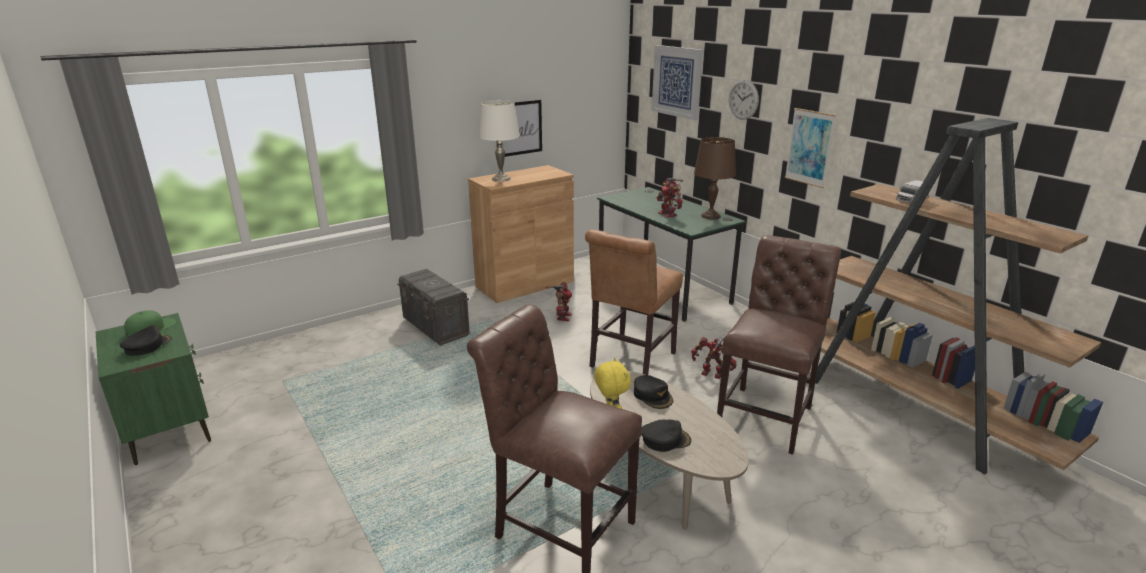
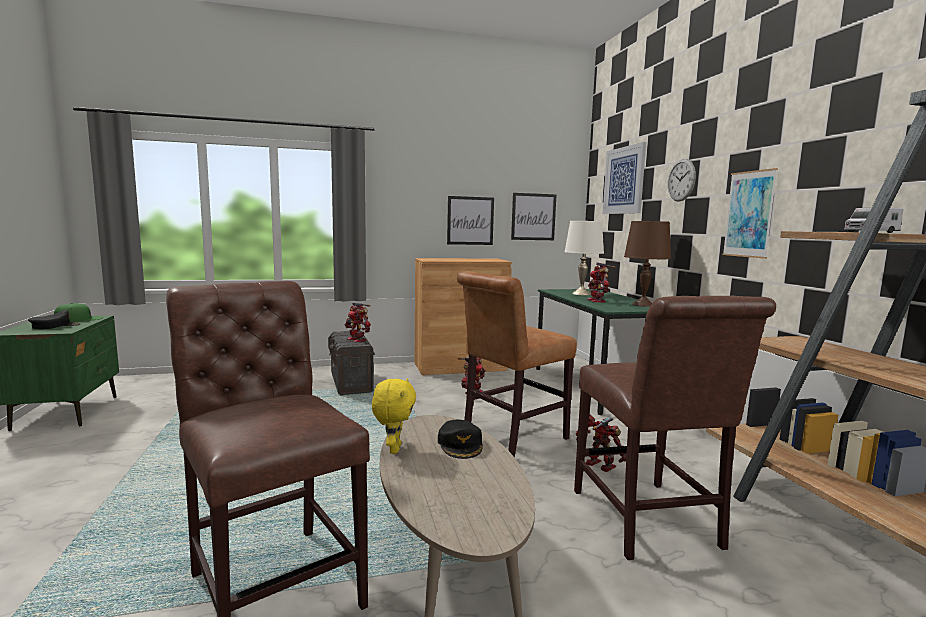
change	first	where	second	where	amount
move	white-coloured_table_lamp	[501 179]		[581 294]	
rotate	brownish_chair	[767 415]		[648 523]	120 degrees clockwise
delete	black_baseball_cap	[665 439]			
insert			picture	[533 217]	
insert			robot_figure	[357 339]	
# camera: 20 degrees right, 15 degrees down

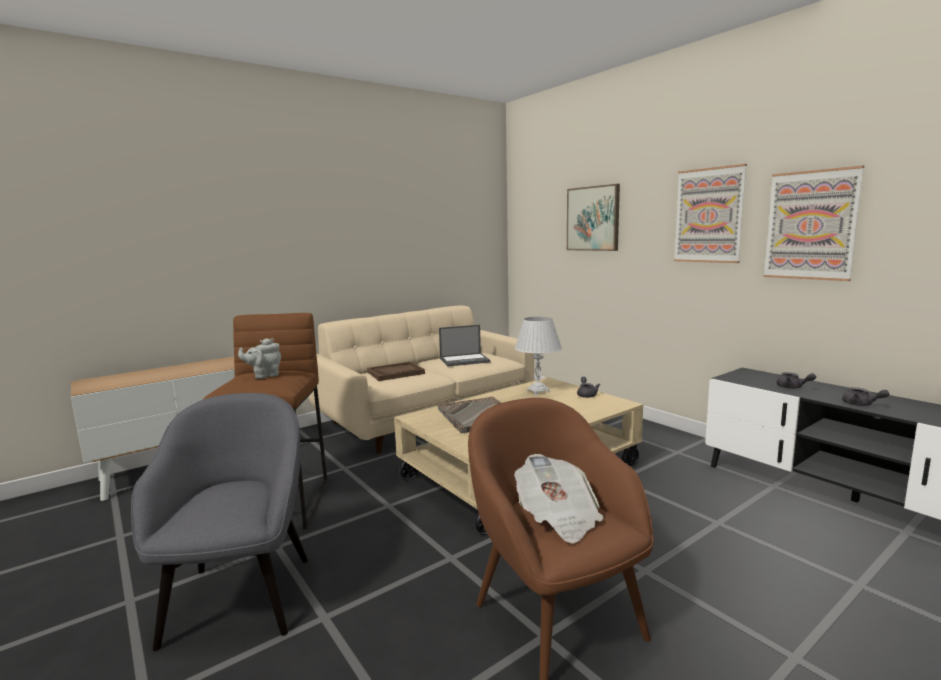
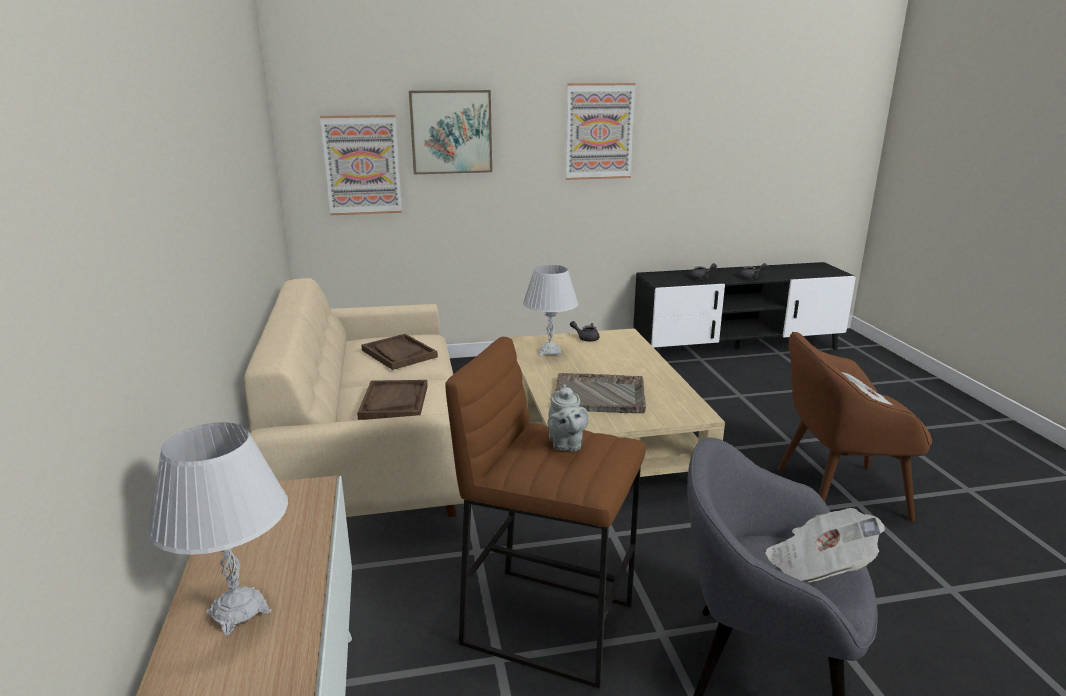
change	first	where	second	where	amount
move	picture	[811 225]		[362 165]	
replace	laptop	[465 360]	brownish_carrying_tray	[399 353]	
insert			white-coloured_table_lamp	[239 612]	
insert			daily_paper	[818 567]	
# camera: 65 degrees left, 10 degrees up

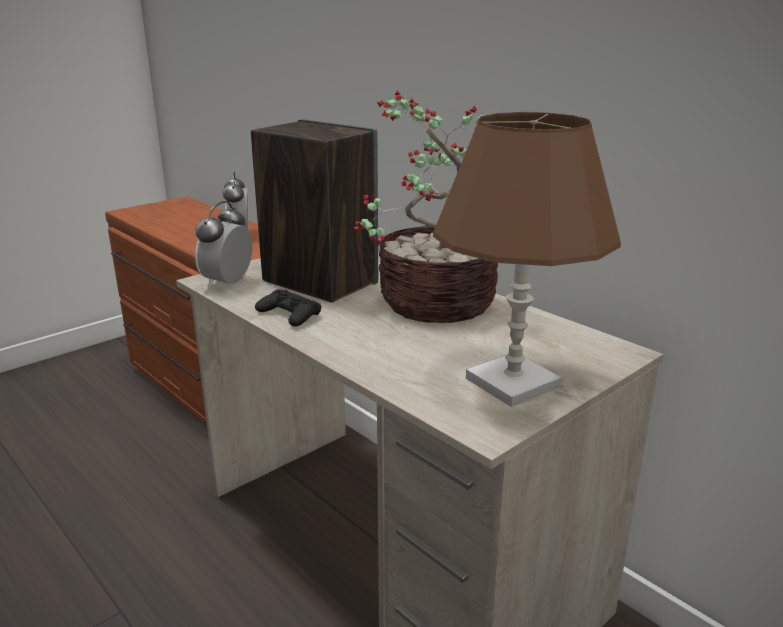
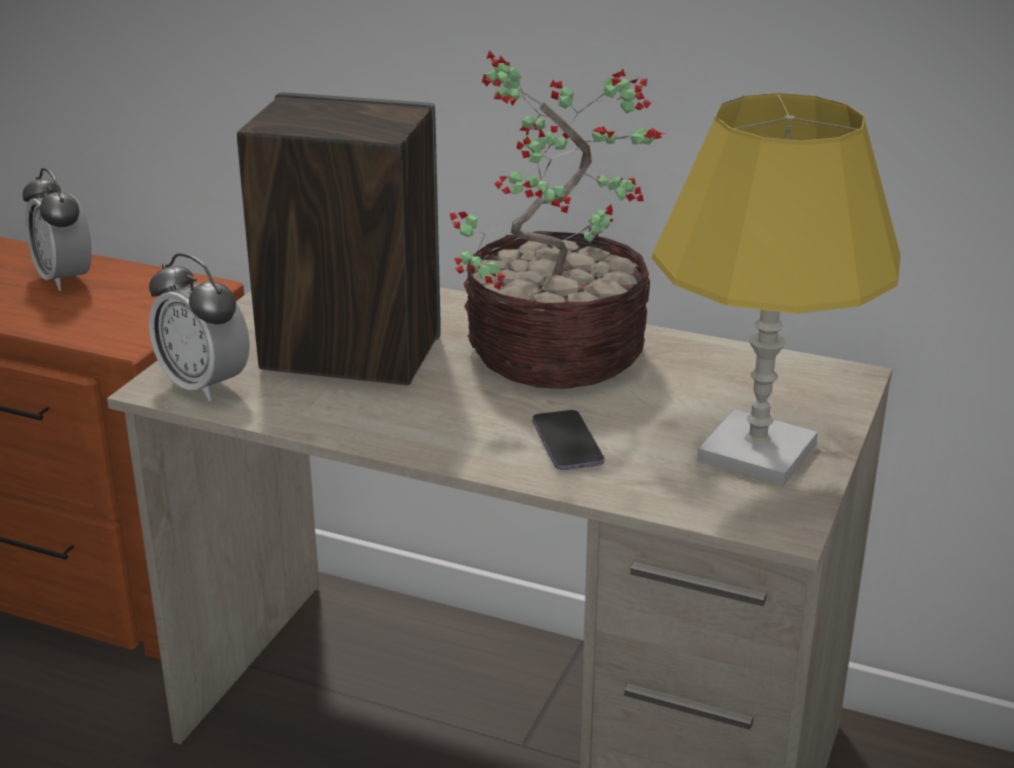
change	first	where	second	where	amount
recolor	brownish_table_lamp	[513 382]	yellowish_table_lamp	[757 451]	
rotate	table_clock	[227 283]		[204 385]	45 degrees counterclockwise
delete	black_joypad	[289 314]			
insert			handset	[567 443]	
# camera: 25 degrees left, 5 degrees up

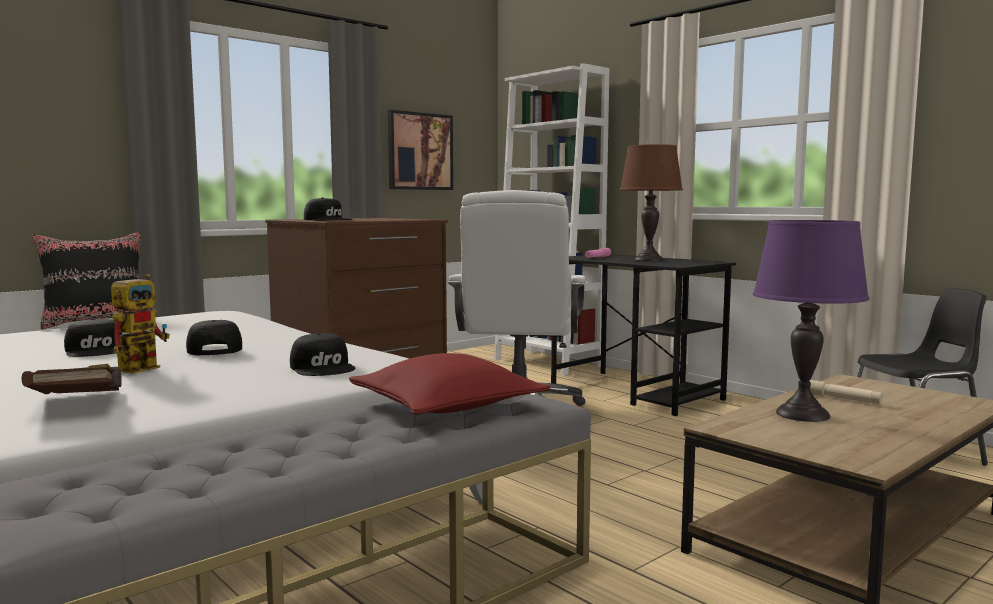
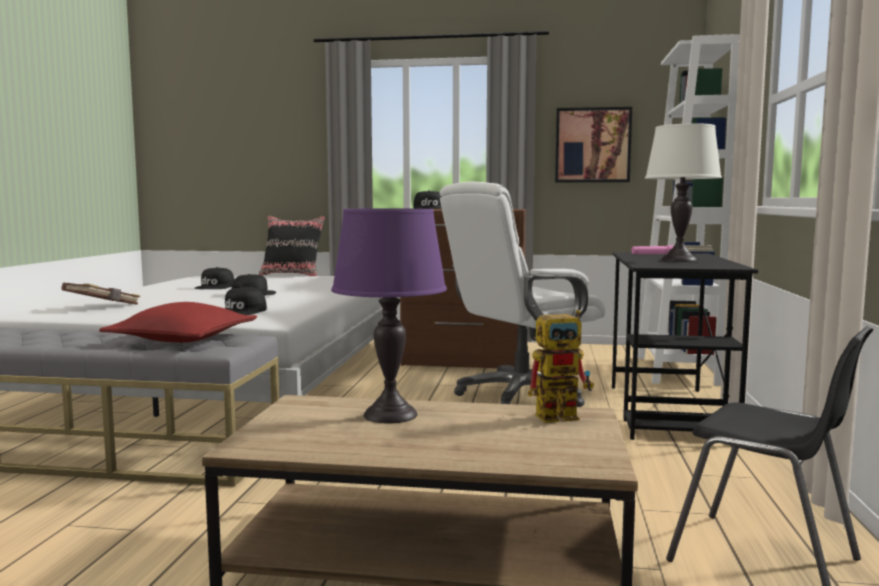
change	first	where	second	where	amount
recolor	brownish_table_lamp	[649 260]	white-coloured_table_lamp	[679 260]	
move	robot_figure	[143 367]		[564 415]	
delete	beige_torch	[841 399]			
# camera: 50 degrees right, 0 degrees up

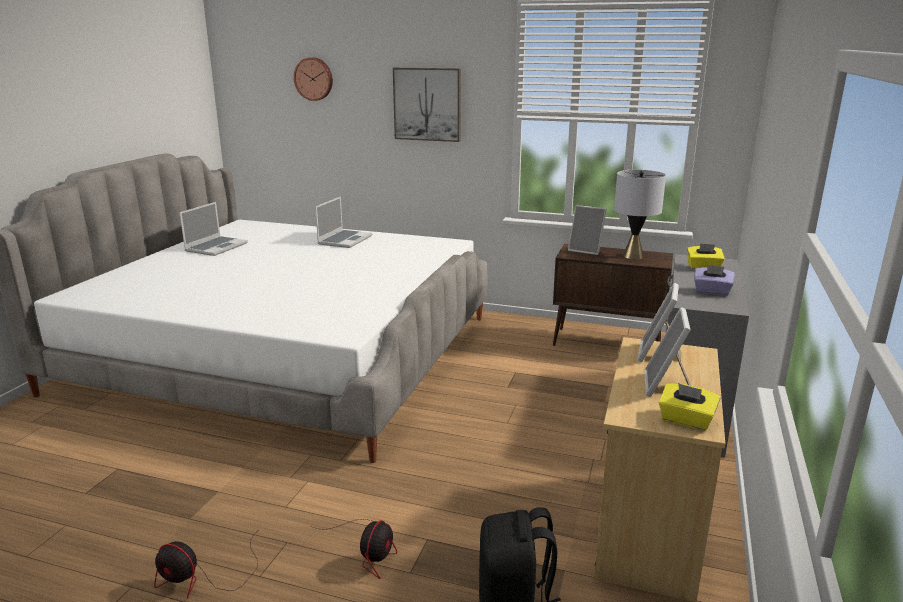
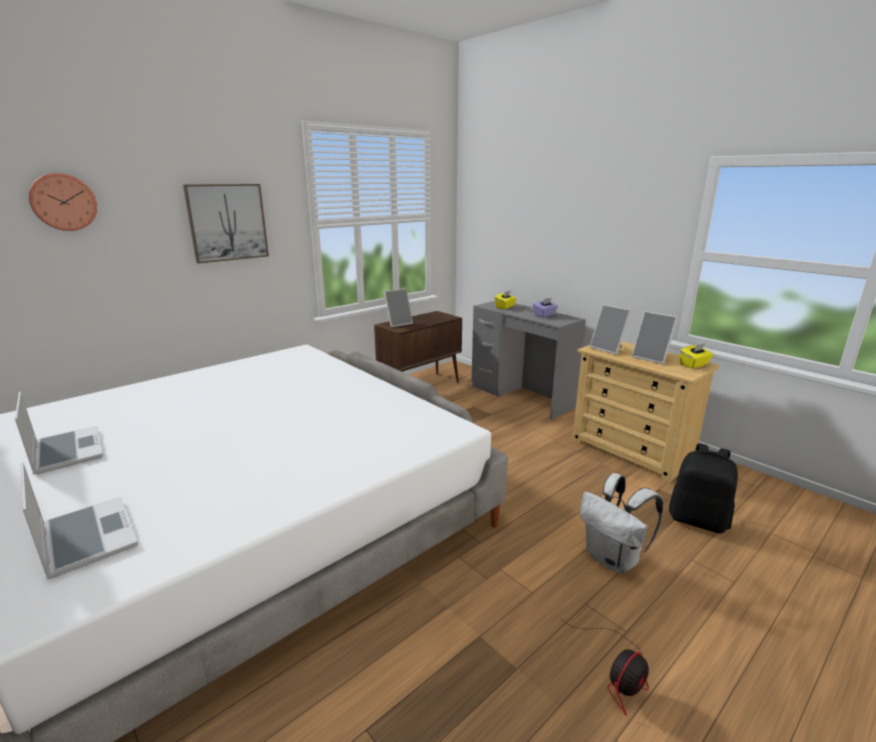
change	first	where	second	where	amount
delete	greyish_table_lamp	[633 256]			
move	laptop	[344 240]		[86 537]	
replace	electric_fan	[370 550]	white-coloured_rucksack	[613 559]	
# camera: 60 degrees left, 0 degrees up

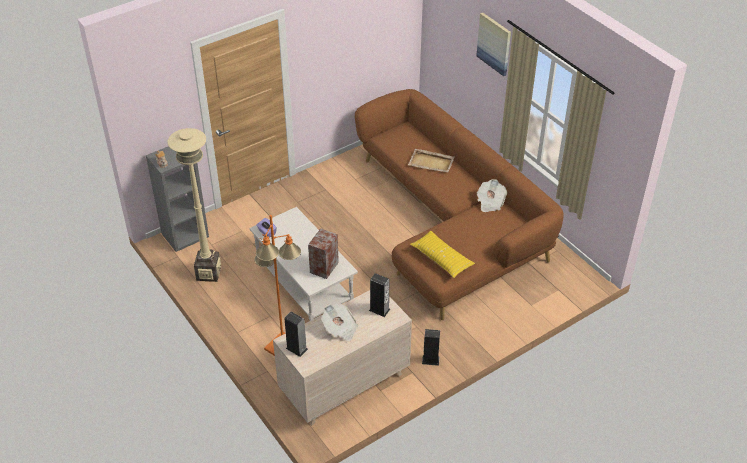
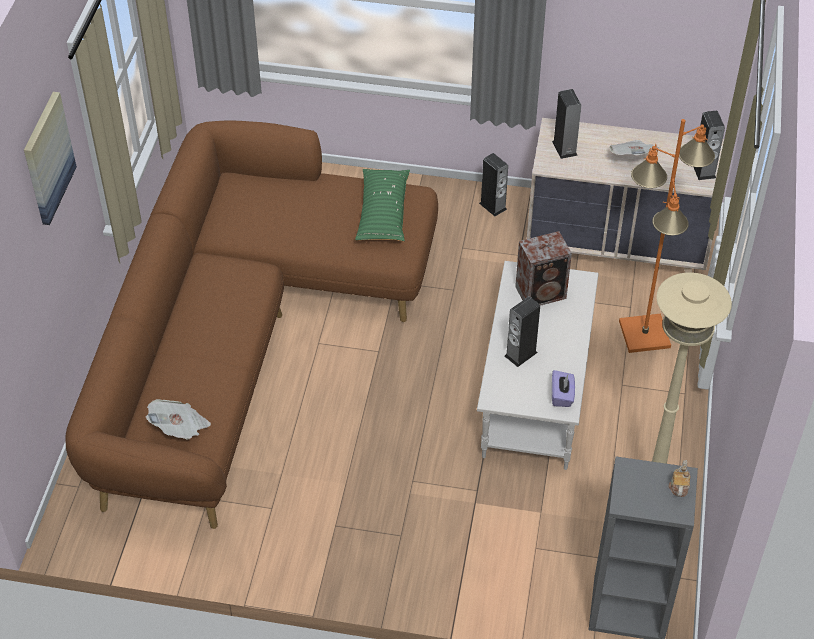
change	first	where	second	where	amount
delete	beige_carrying_tray	[431 162]			
move	daily_paper	[490 202]		[180 428]	
recolor	yellowish_cushion	[441 259]	green-coloured_cushion	[383 213]	
insert			loudspeaker	[521 354]	
# camera: 135 degrees left, 5 degrees up

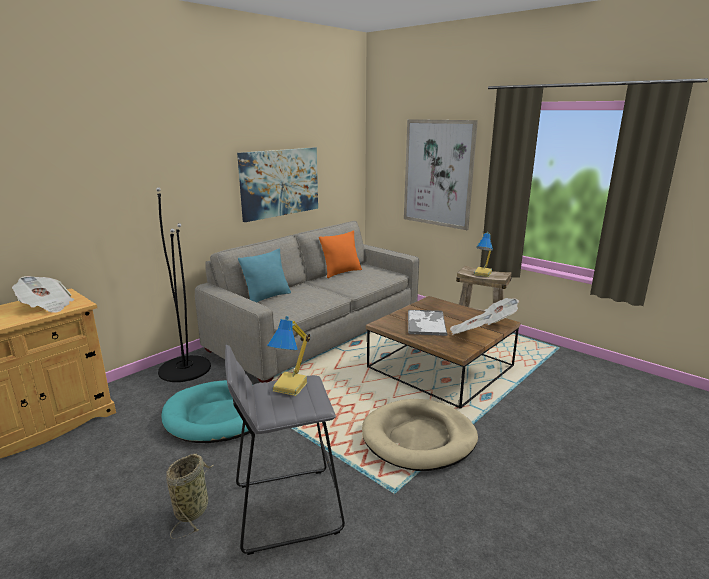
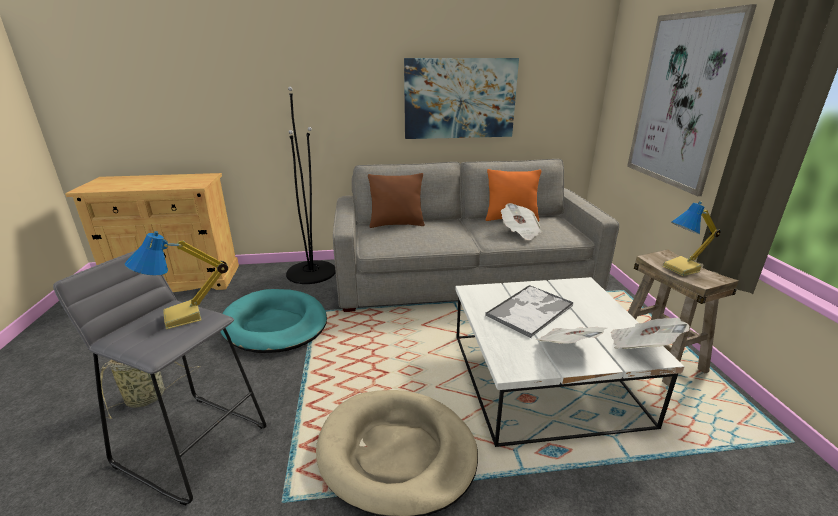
change	first	where	second	where	amount
recolor	blue-green_cushion	[267 297]	brownish_cushion	[397 224]	
move	daily_paper	[47 306]		[520 232]	
recolor	brownish_low_table	[440 366]	white-coloured_low_table	[545 376]	
# camera: 40 degrees right, 5 degrees up

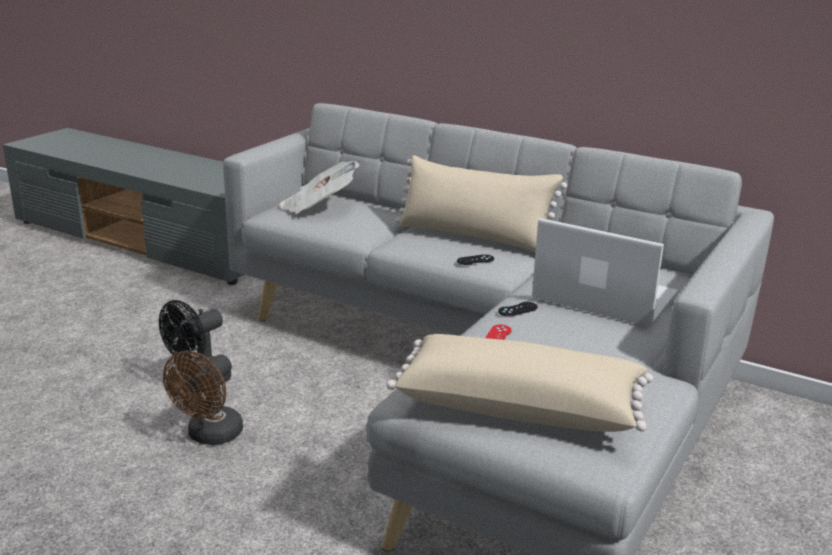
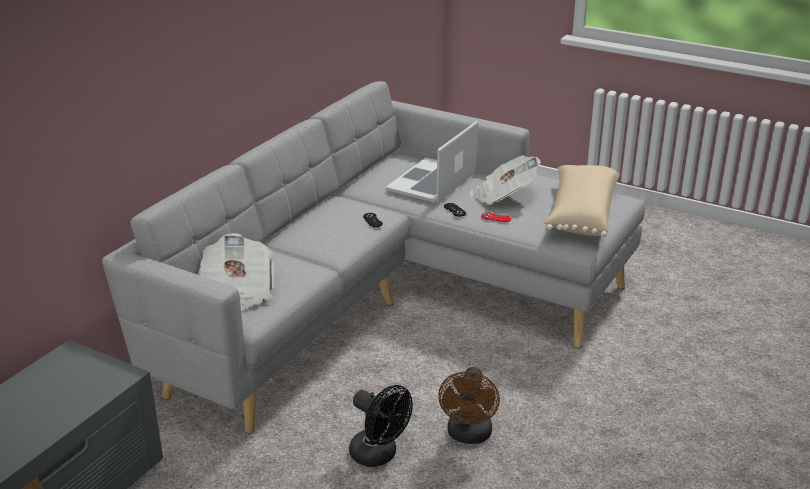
change	first	where	second	where	amount
delete	beige_cushion	[474 237]			
rotate	brownish_electric_fan	[210 436]		[469 436]	75 degrees clockwise
insert			daily_paper	[503 196]	
# camera: 90 degrees left, 5 degrees up

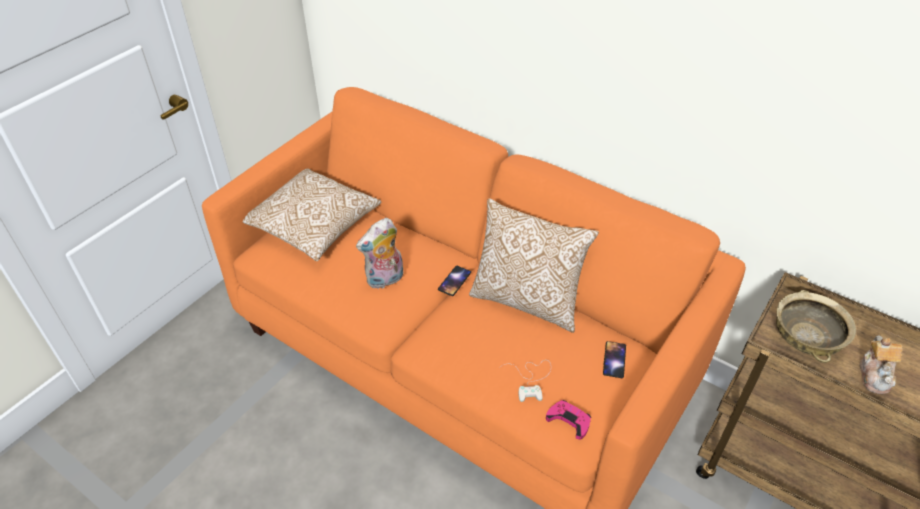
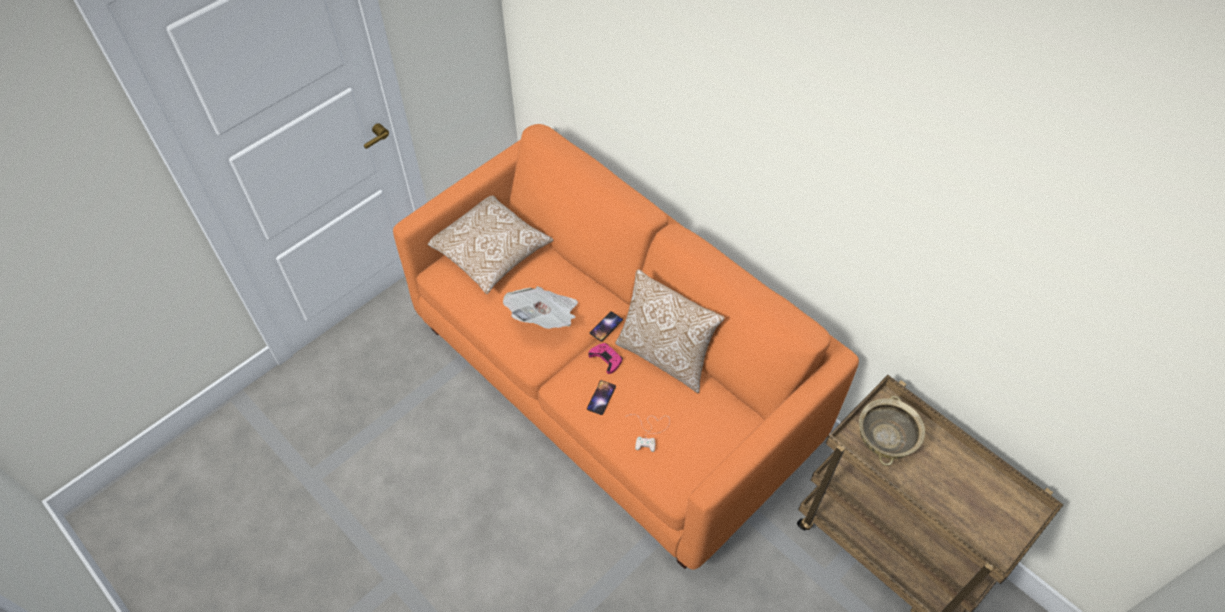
change	first	where	second	where	amount
replace	soft_toy	[385 280]	daily_paper	[544 318]	
delete	teapot	[875 375]			
move	handset	[614 360]		[601 397]	
move	pinkish_joypad	[569 420]		[606 359]	
# camera: 10 degrees right, 10 degrees up

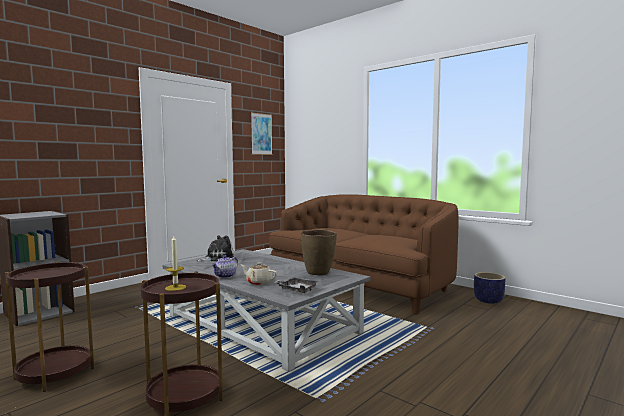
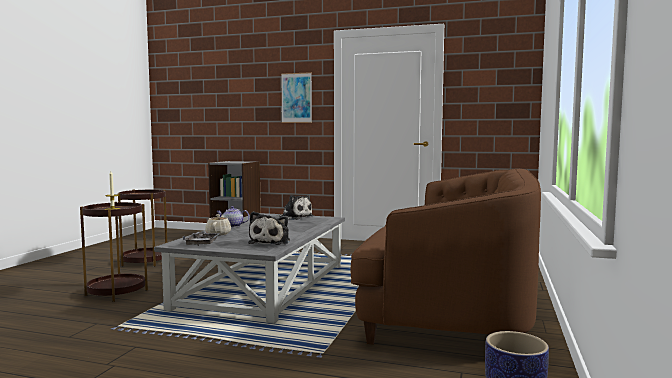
change	first	where	second	where	amount
move	picture	[261 134]		[296 98]	
replace	brownish_decorative_vase	[319 272]	soft_toy	[271 242]	
# camera: 65 degrees right, 0 degrees up

